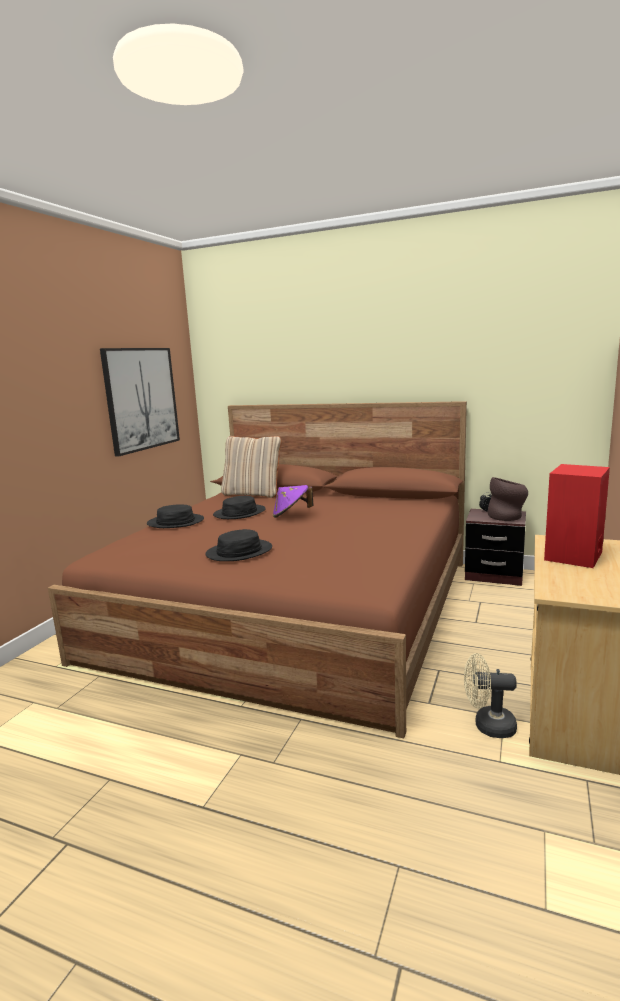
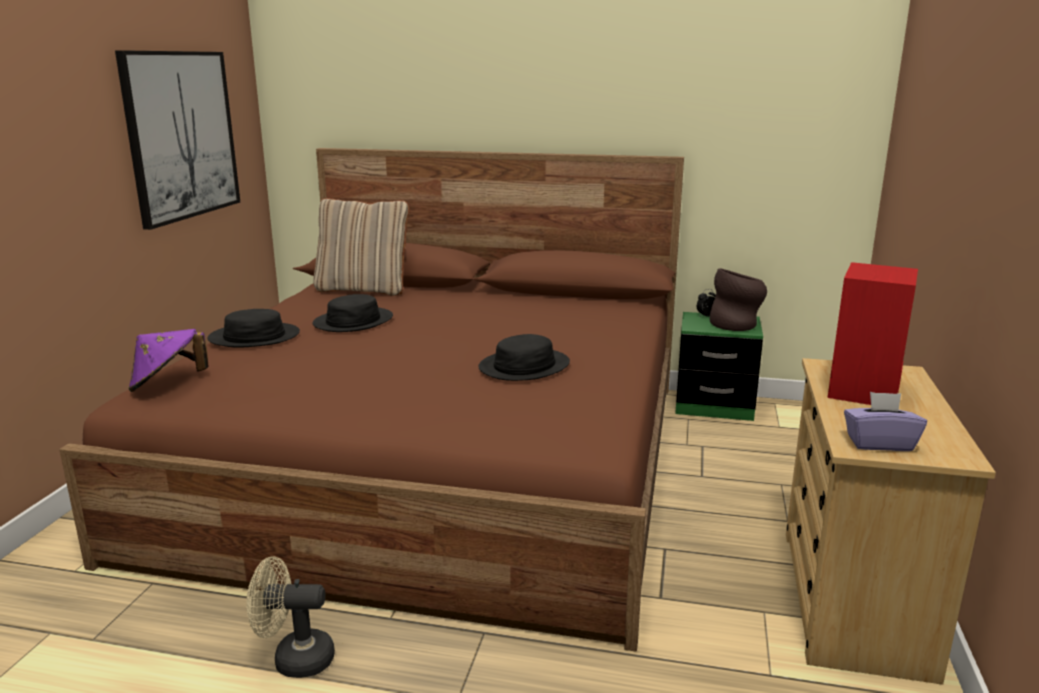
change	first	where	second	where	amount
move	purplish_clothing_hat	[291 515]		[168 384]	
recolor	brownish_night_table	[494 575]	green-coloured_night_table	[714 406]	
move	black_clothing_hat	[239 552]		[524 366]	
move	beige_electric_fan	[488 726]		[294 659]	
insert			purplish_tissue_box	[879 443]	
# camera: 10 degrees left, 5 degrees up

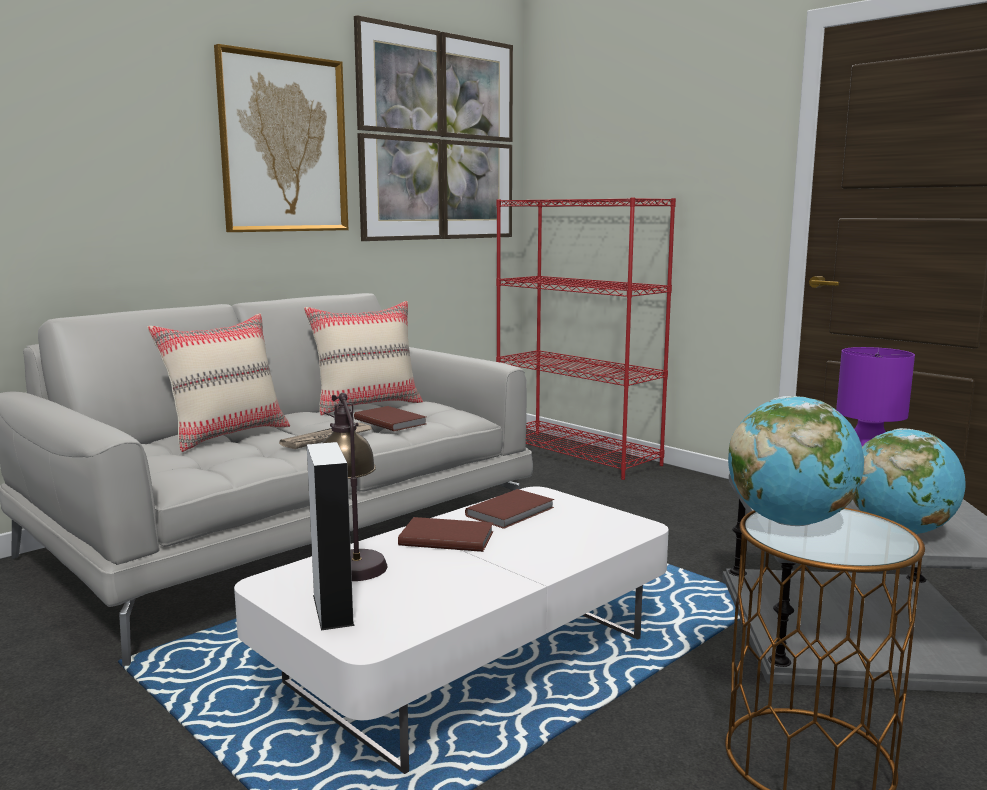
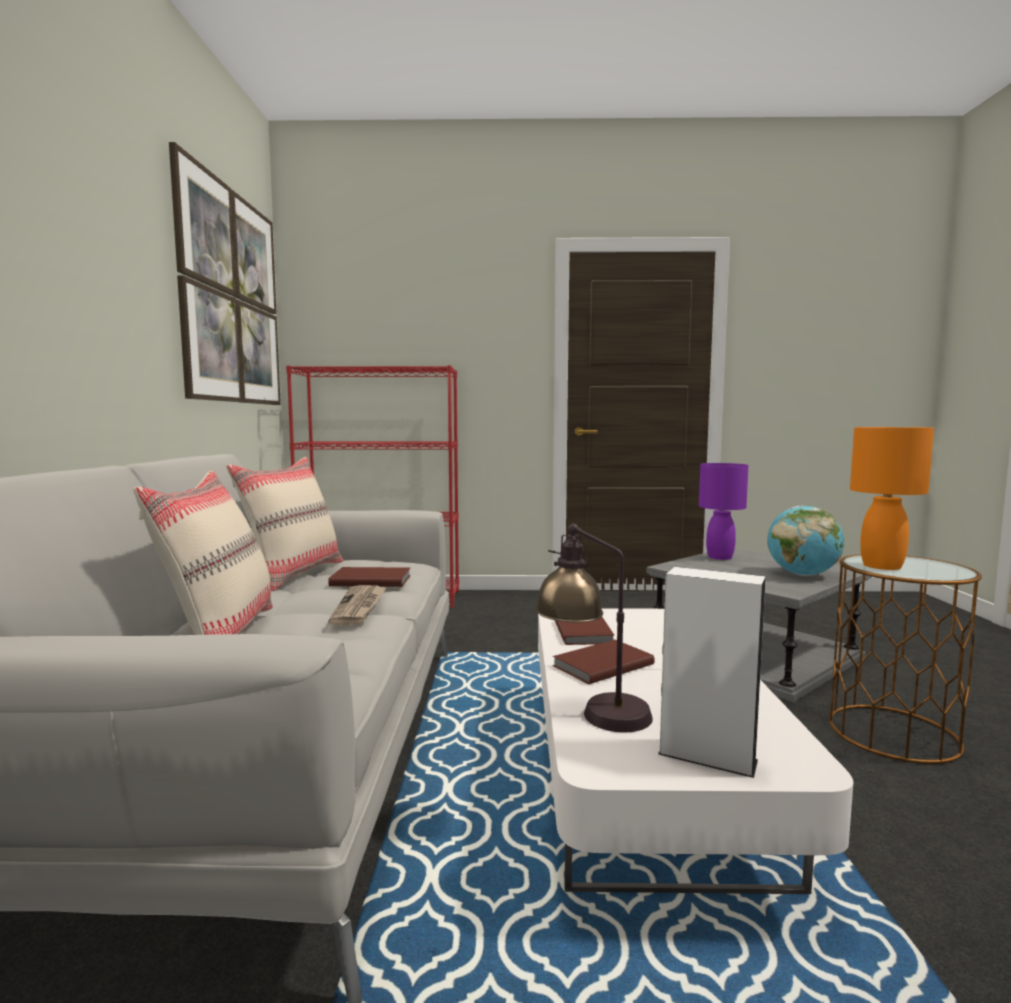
change	first	where	second	where	amount
delete	picture	[283 144]			
replace	globe	[789 522]	orange_table_lamp	[881 566]	
# camera: 45 degrees left, 5 degrees down

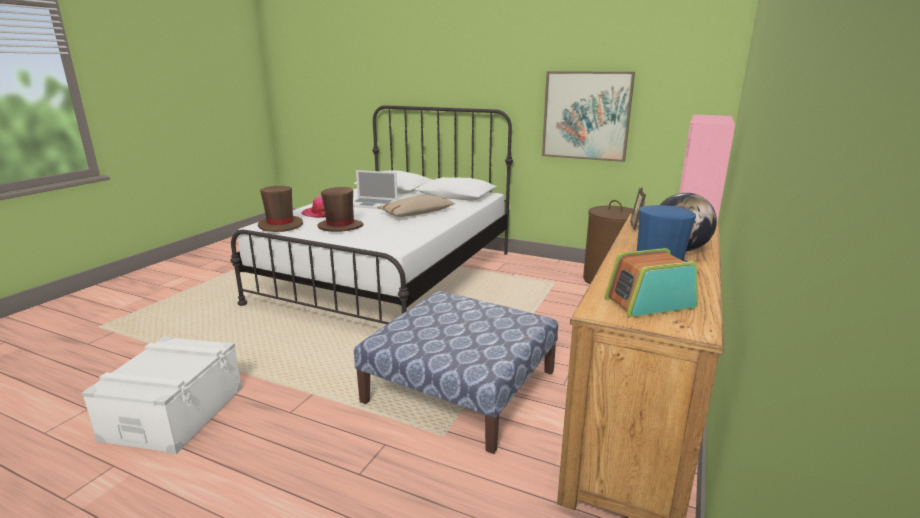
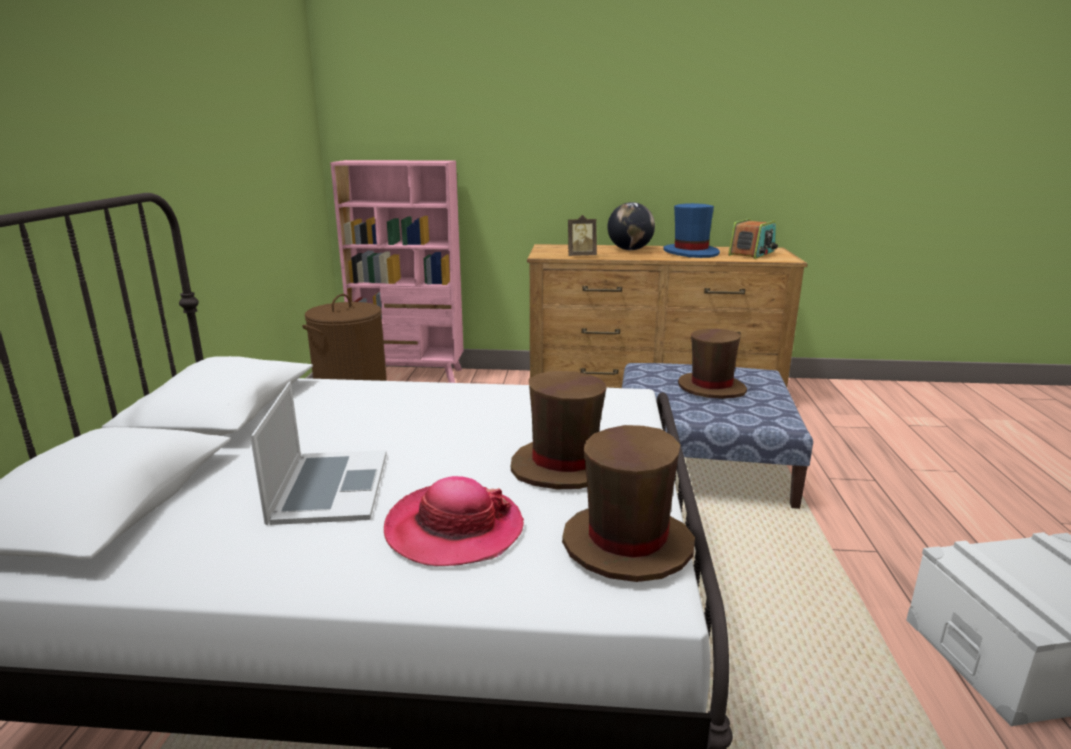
change	first	where	second	where	amount
delete	picture	[586 116]			
delete	beige_cushion	[417 213]			
rotate	radio_set	[649 303]		[752 253]	105 degrees counterclockwise
insert			brownish_clothing_hat	[711 388]	
# camera: 110 degrees left, 0 degrees up

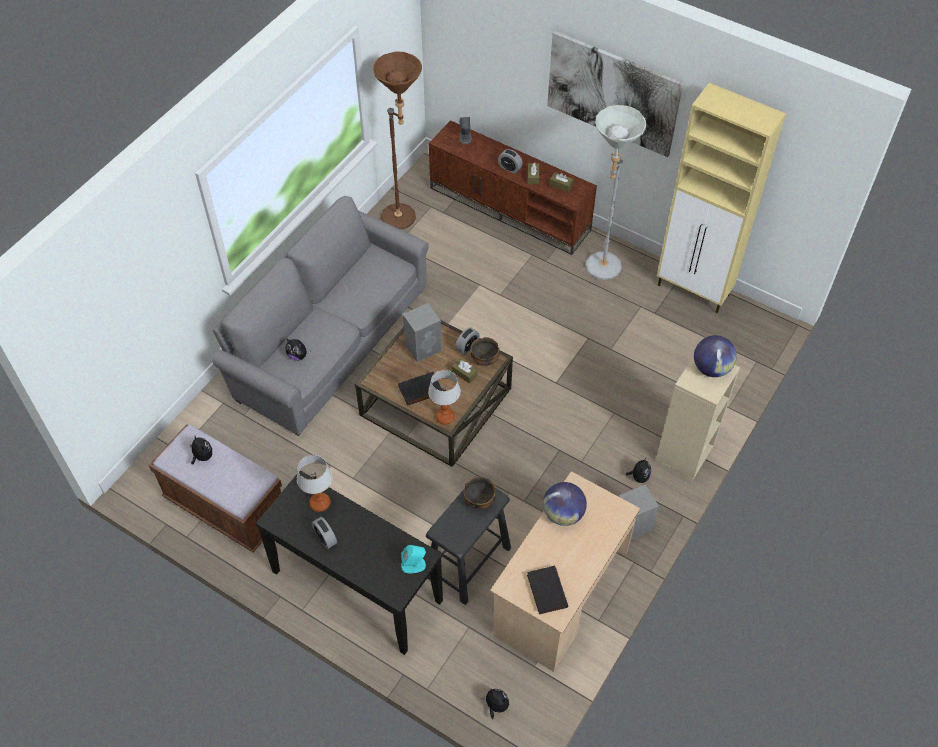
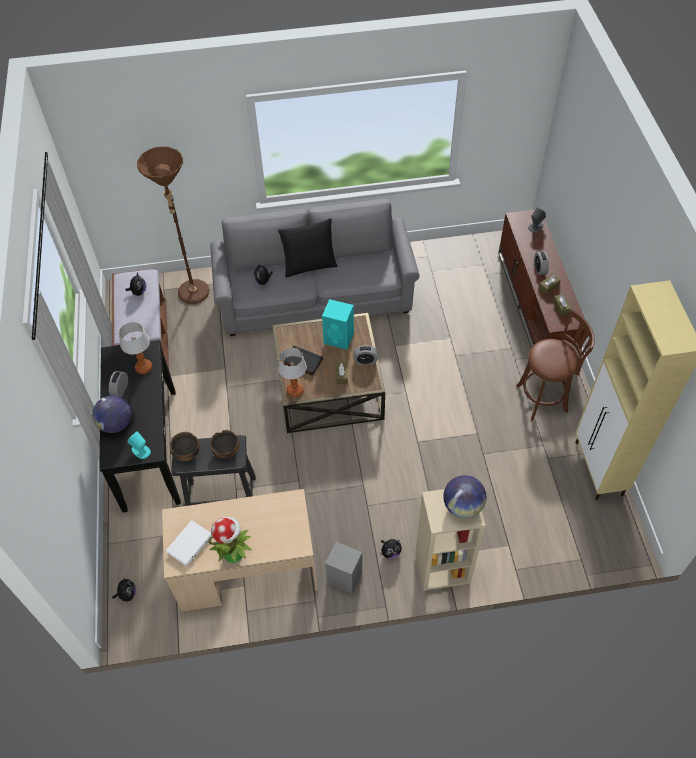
change	first	where	second	where	amount
delete	picture	[612 93]			
move	brownish_floor_lamp	[404 220]		[194 297]	
replace	greyish_floor_lamp	[600 272]	brownish_stool	[544 398]	
recolor	greyish_loudspeaker	[424 347]	blue-green_loudspeaker	[339 338]	
move	bowl	[485 359]		[186 454]	
move	globe	[563 514]		[116 424]	
recolor	black_book	[545 591]	white-coloured_book	[189 543]	
insert			black_cushion	[309 265]	
insert			plant_in_a_pot	[234 553]	
# camera: 50 degrees right, 0 degrees up

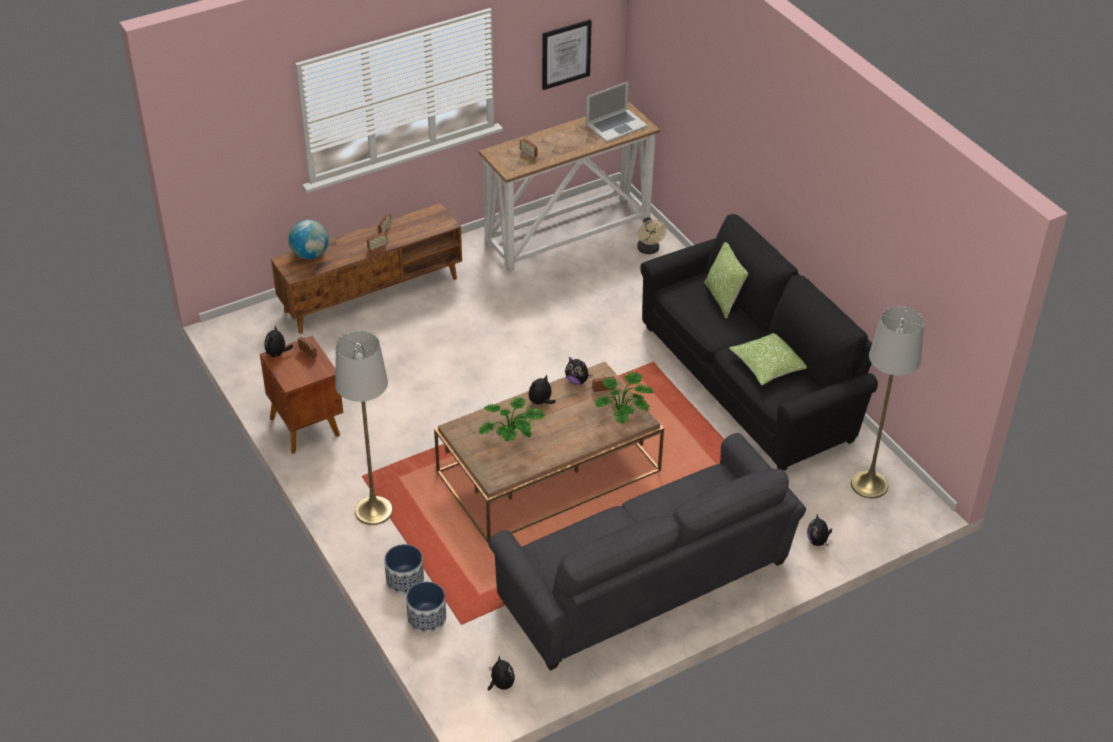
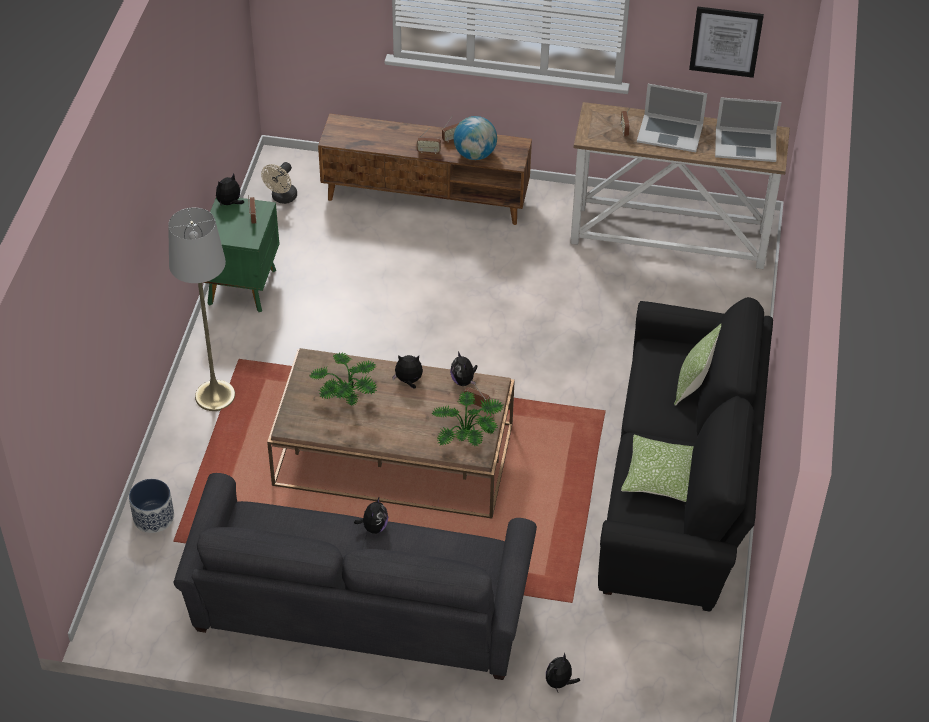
change	first	where	second	where	amount
move	beige_electric_fan	[649 250]		[282 198]	
move	globe	[310 254]		[475 154]	
delete	greyish_floor_lamp	[869 484]			
recolor	brownish_night_table	[305 426]	green-coloured_night_table	[244 286]	
delete	planter	[405 580]			
move	soft_toy	[501 684]		[374 527]	
insert			laptop	[670 133]	
# camera: 40 degrees right, 5 degrees up

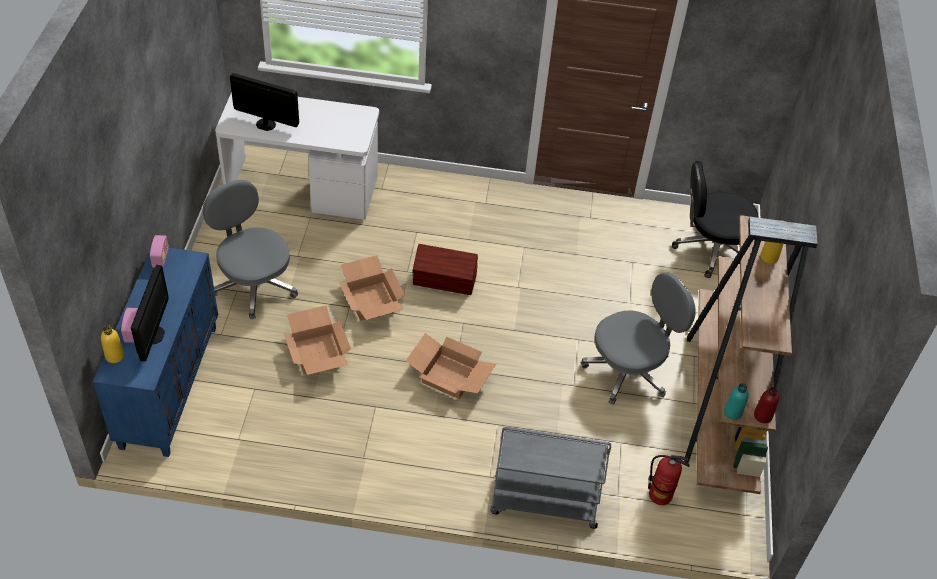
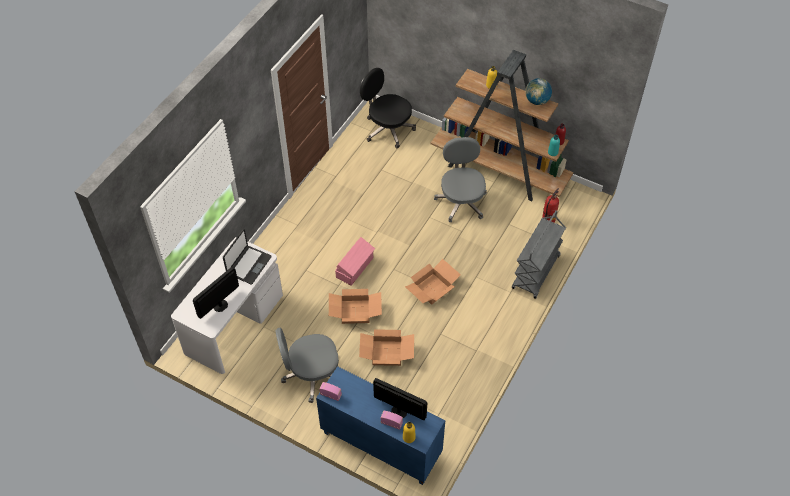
change	first	where	second	where	amount
rotate	black_computer_chair	[711 249]		[387 129]	105 degrees clockwise
recolor	brownish_storage_bin	[445 281]	pinkish_storage_bin	[355 267]	
insert			globe	[537 101]	
insert			laptop	[248 265]	
# camera: 65 degrees left, 5 degrees up

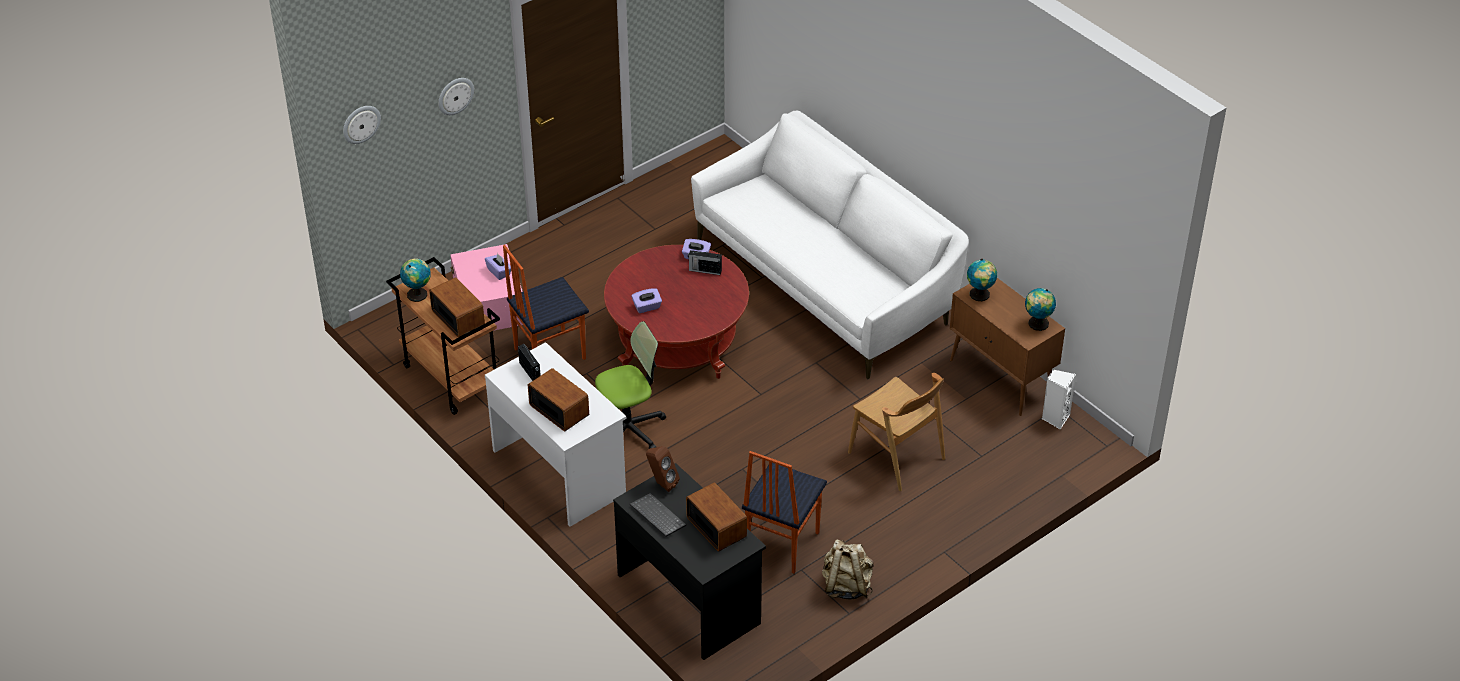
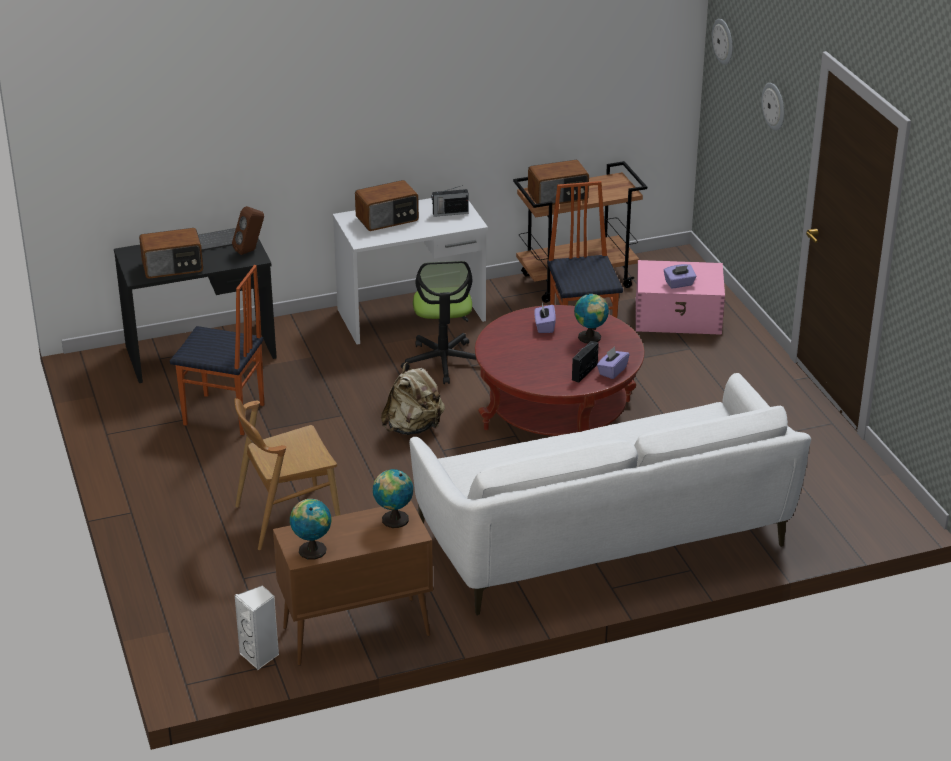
change	first	where	second	where	amount
move	globe	[418 294]		[590 338]	
rotate	chair	[781 544]		[224 415]	150 degrees clockwise
move	beige_rucksack	[846 586]		[413 428]	
# camera: 110 degrees right, 10 degrees down

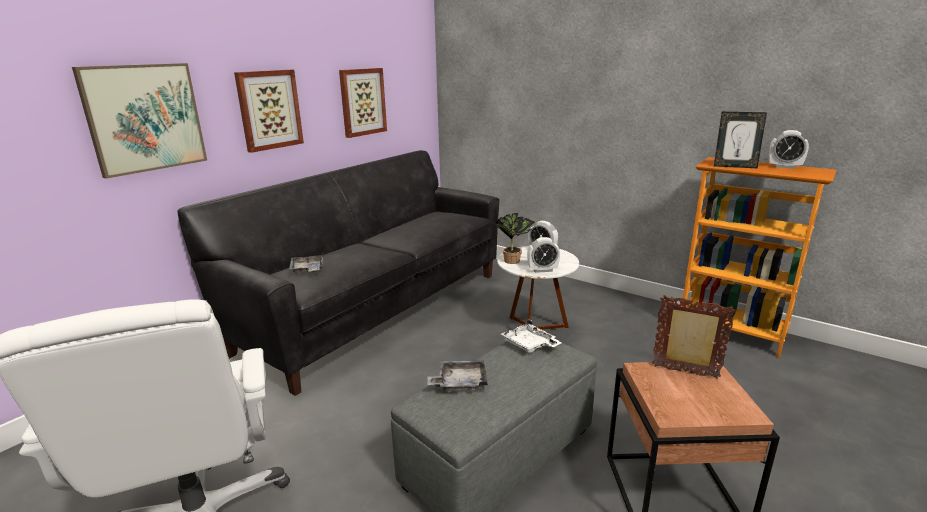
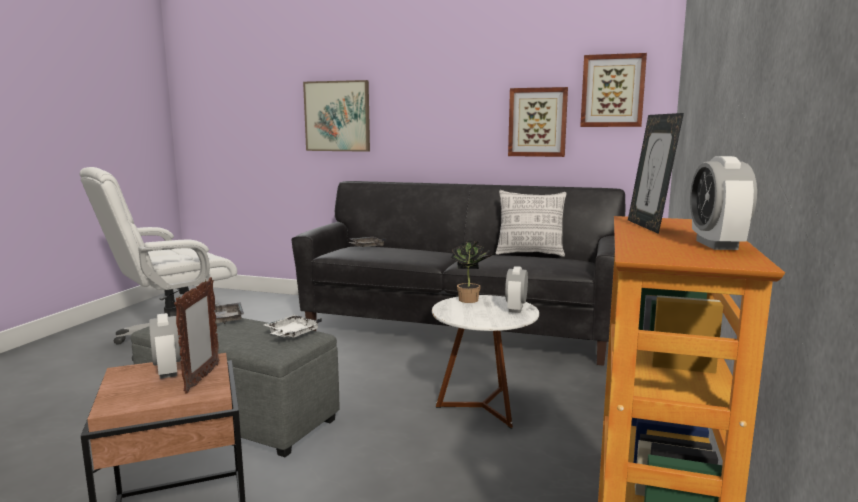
change	first	where	second	where	amount
move	picture	[269 110]		[612 91]	
move	table_clock	[542 270]		[168 371]	
insert			cushion	[530 254]	
# camera: 70 degrees right, 10 degrees down

